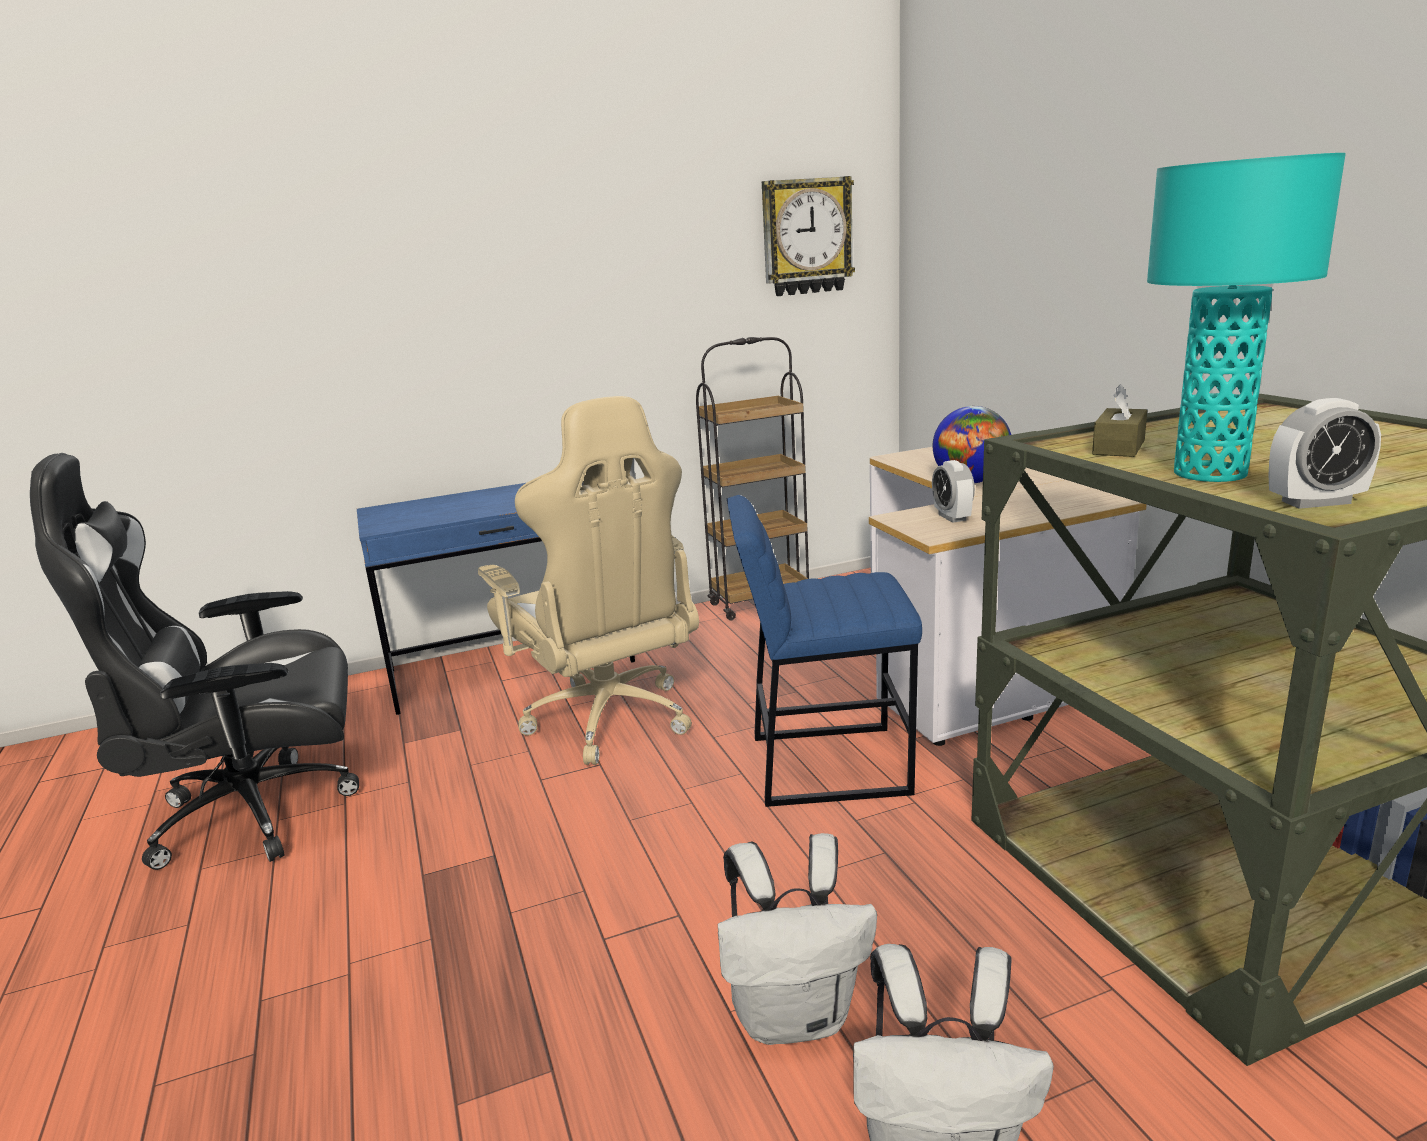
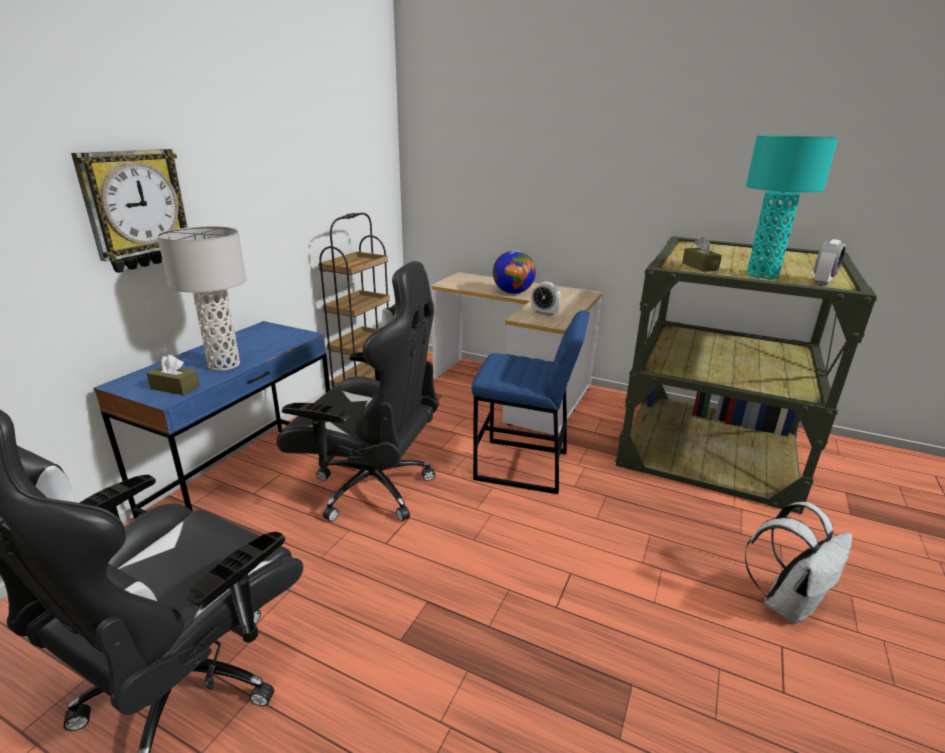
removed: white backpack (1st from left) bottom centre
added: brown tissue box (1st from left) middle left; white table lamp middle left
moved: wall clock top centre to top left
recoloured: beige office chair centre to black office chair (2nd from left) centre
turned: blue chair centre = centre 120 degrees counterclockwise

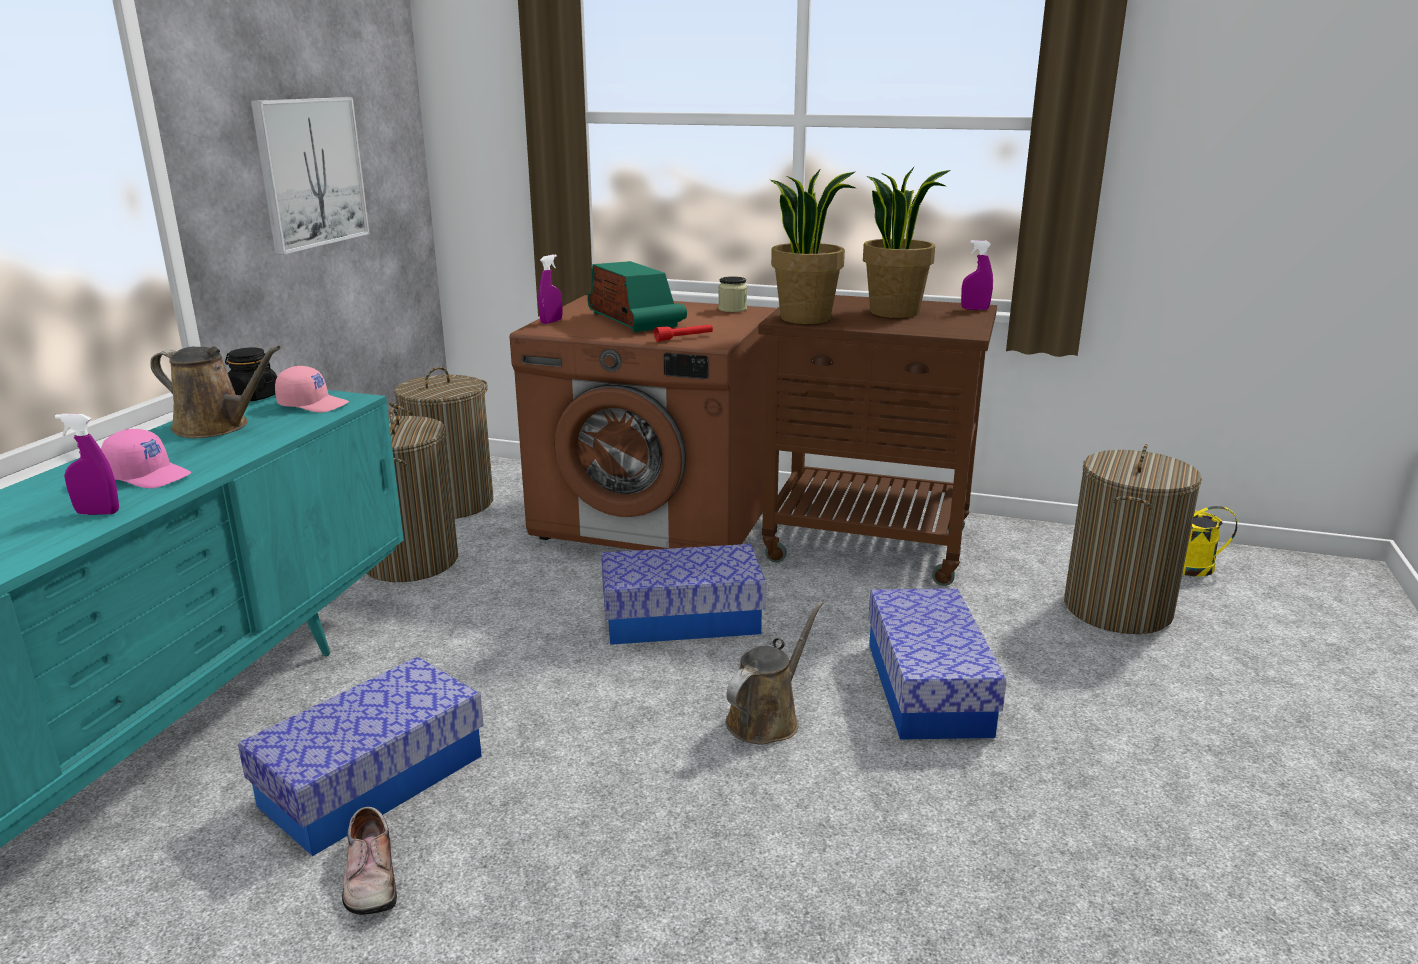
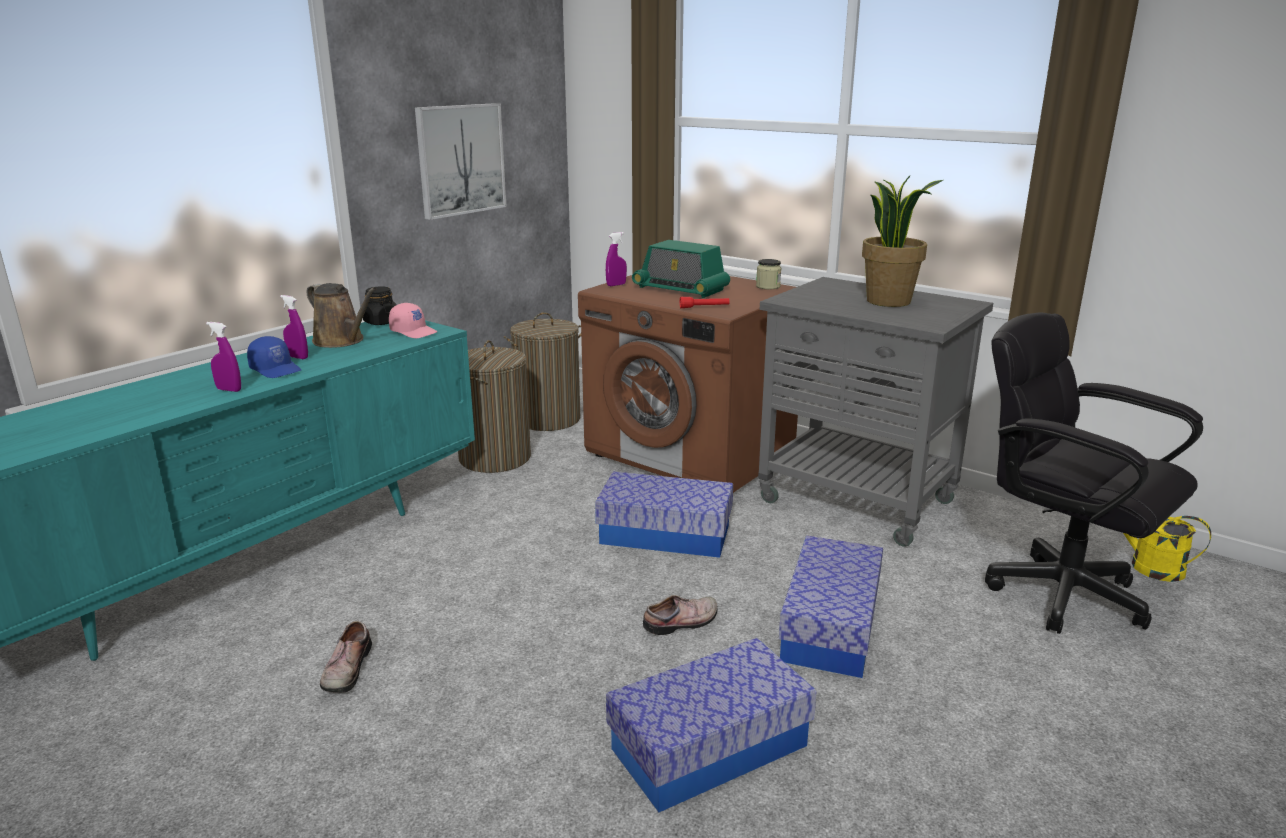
removed: potted plant (1st from left) top centre
moved: storage box (1st from left in the first image) bottom left to storage box (2nd from left) bottom centre; purple spray bottle (3rd from left in the first image) top right to purple spray bottle (2nd from left) middle left
replaced: brown watering can (2nd from left) bottom centre to shoe (2nd from left) bottom centre; laundry basket (3rd from left) middle right to black office chair middle right
recoloured: pink cap (1st from left) middle left to blue cap middle left; brown cart centre to grey cart middle right
turned: radio top centre = top centre 135 degrees clockwise

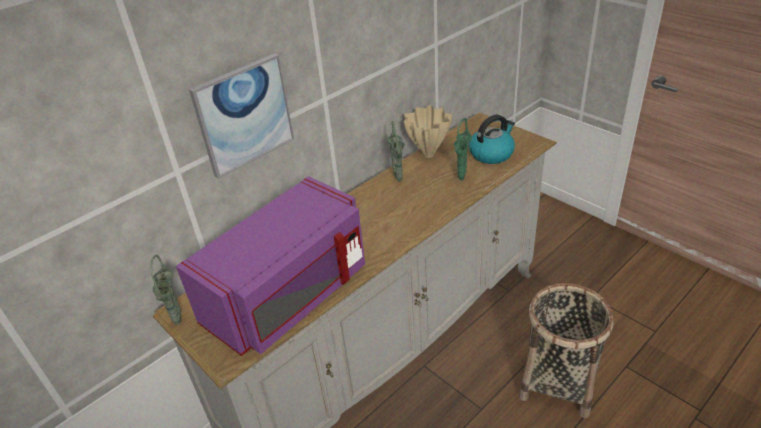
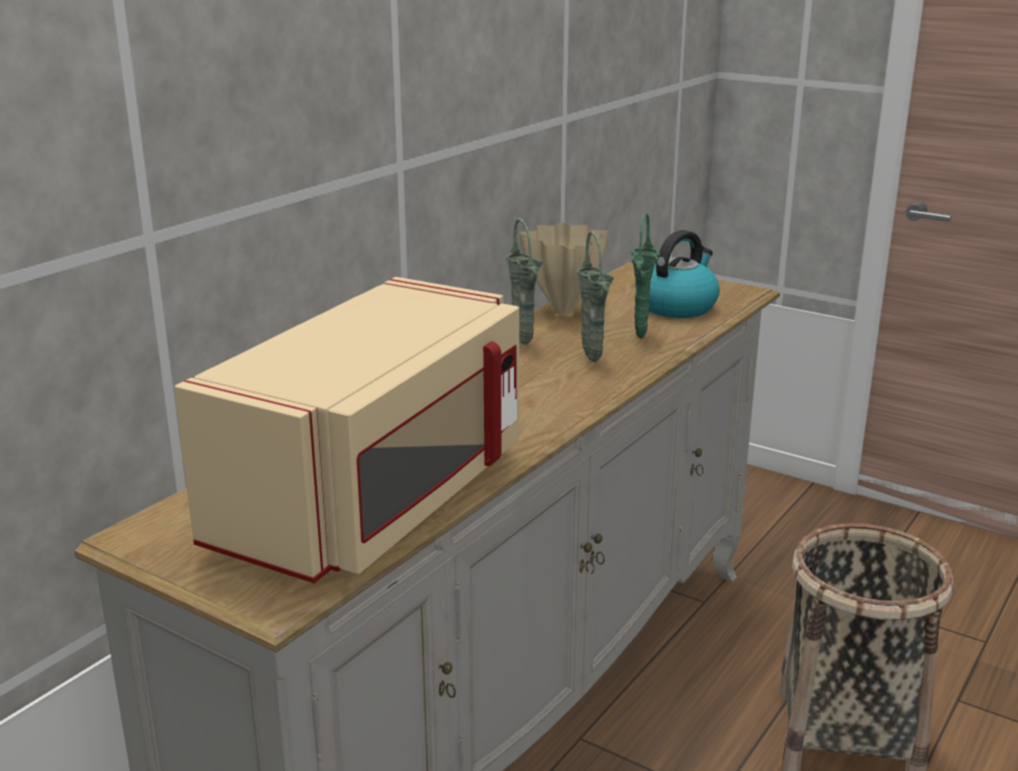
removed: picture top left
moved: green vase (1st from left in the first image) bottom left to green vase (2nd from left) centre
recoloured: purple microwave centre to beige microwave centre

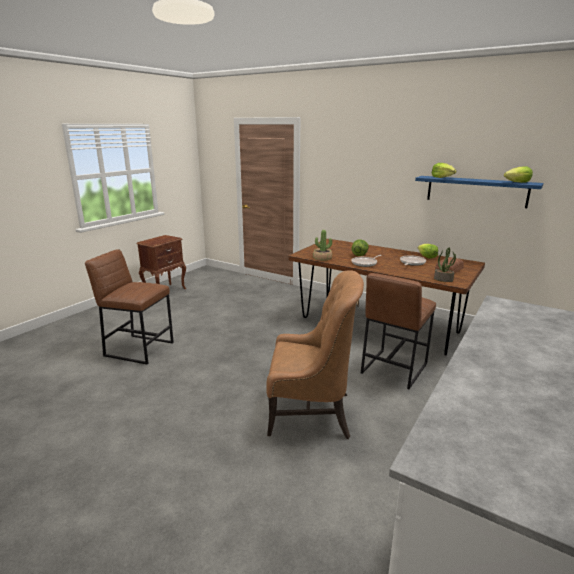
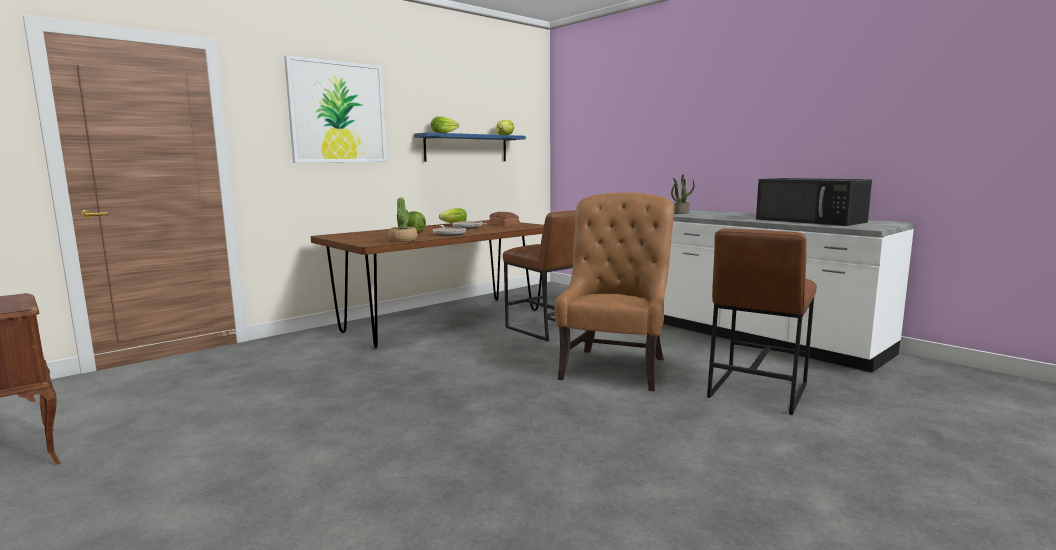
added: picture top left; black microwave middle right
moved: brown chair (1st from left in the first image) middle left to brown chair (3rd from left) middle right; potted plant (2nd from left) middle right to centre

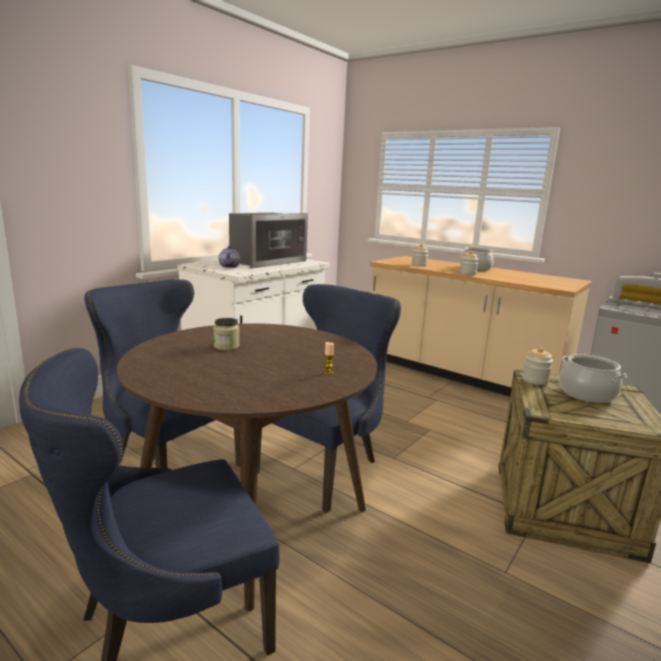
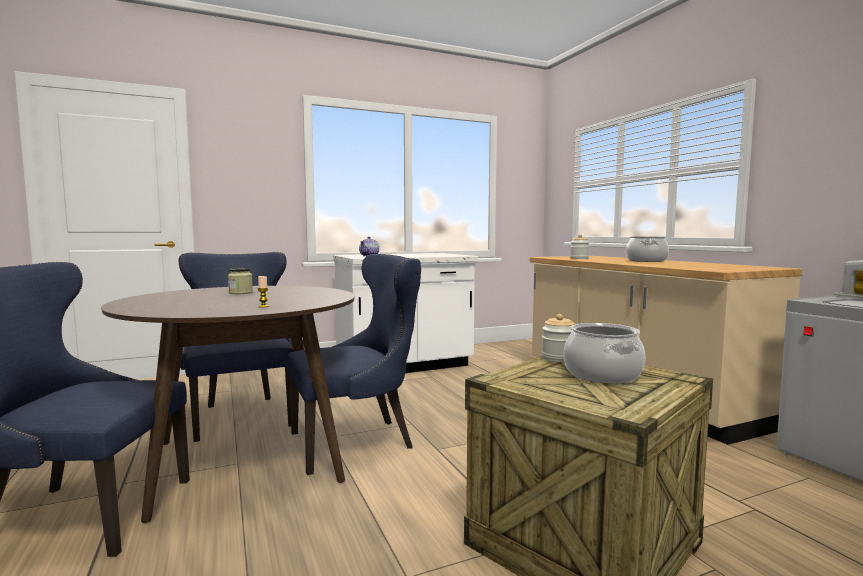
removed: microwave centre; jar (3rd from left) middle right

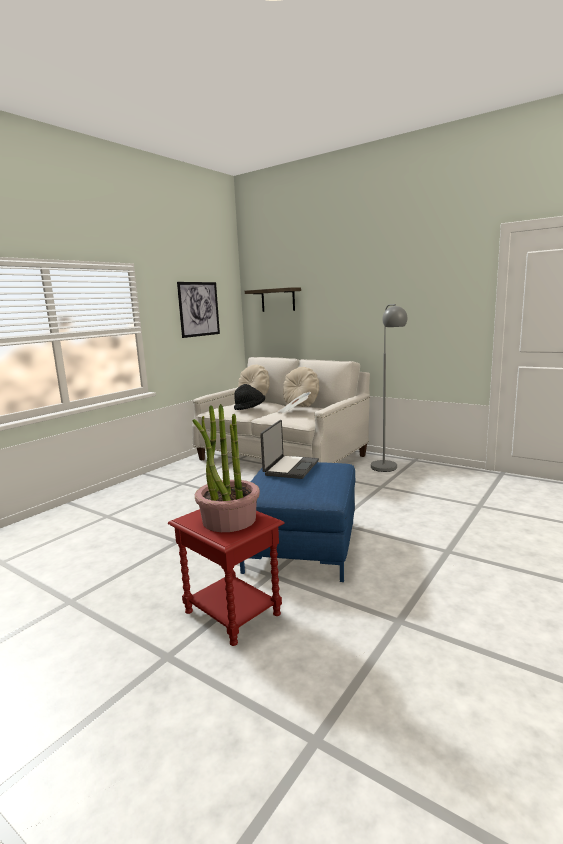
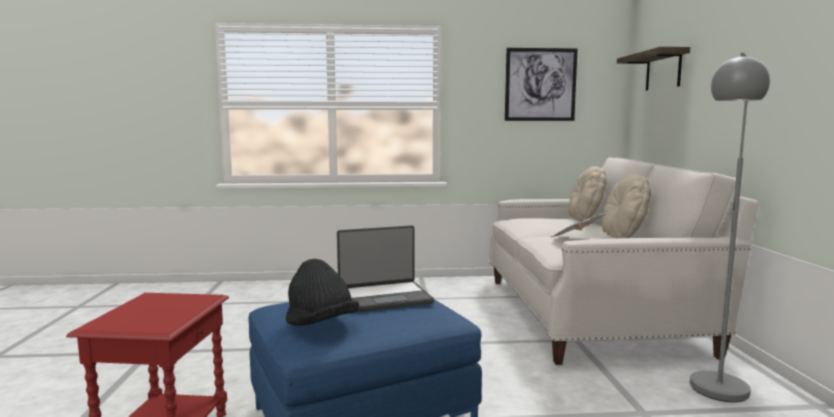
removed: potted plant centre
moved: black hat centre to bottom centre

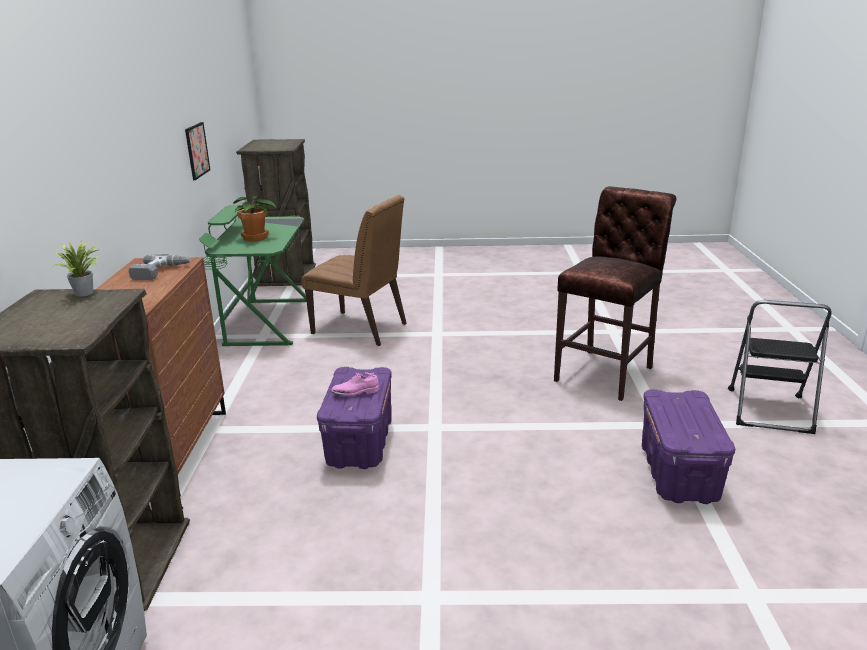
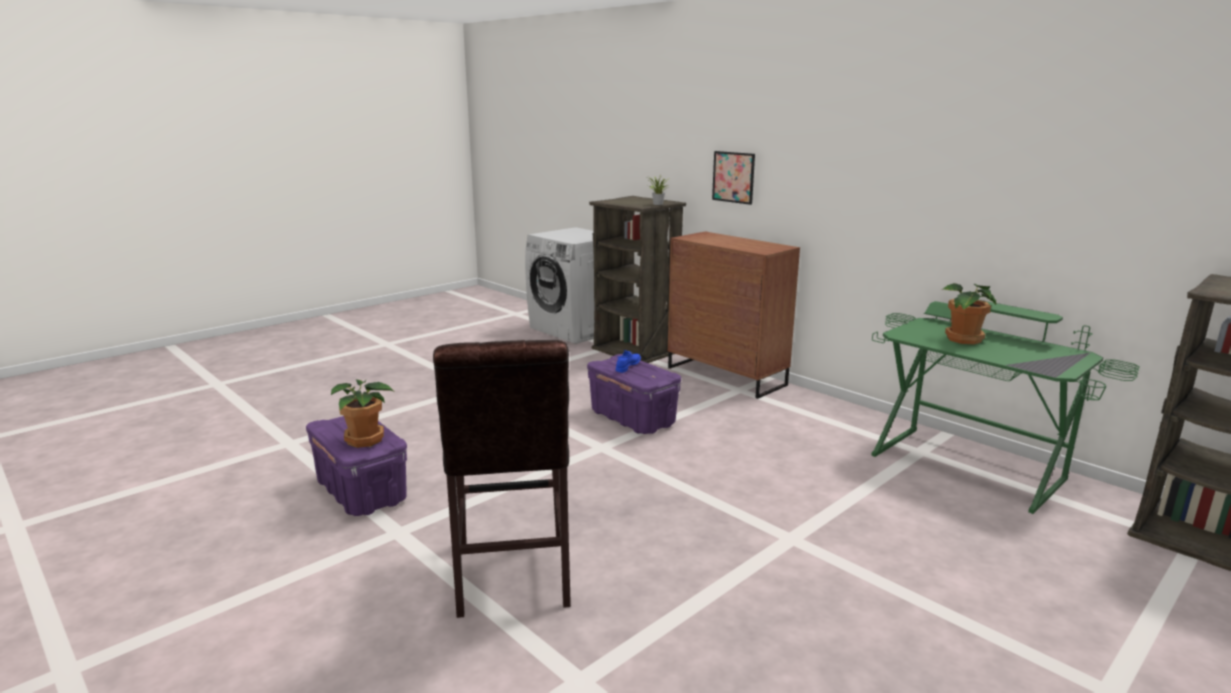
removed: power drill middle left; brown chair centre; black step ladder middle right
added: potted plant (1st from left) middle left
moved: picture top left to top centre
recoloured: pink shoe centre to blue shoe centre

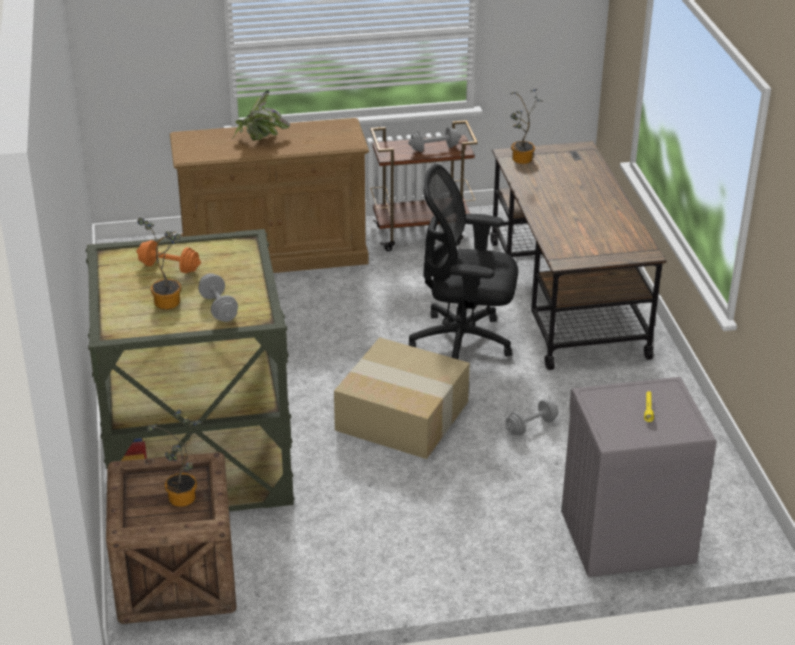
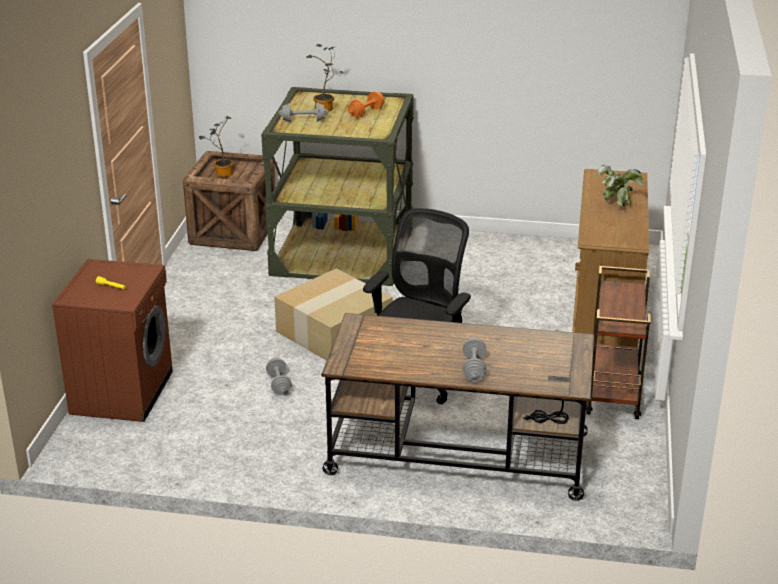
removed: potted plant (4th from left) top centre
moved: grey dumbbell (2nd from left in the first image) top centre to grey dumbbell (3rd from left) centre
recoloured: grey washing machine bottom right to brown washing machine middle left

